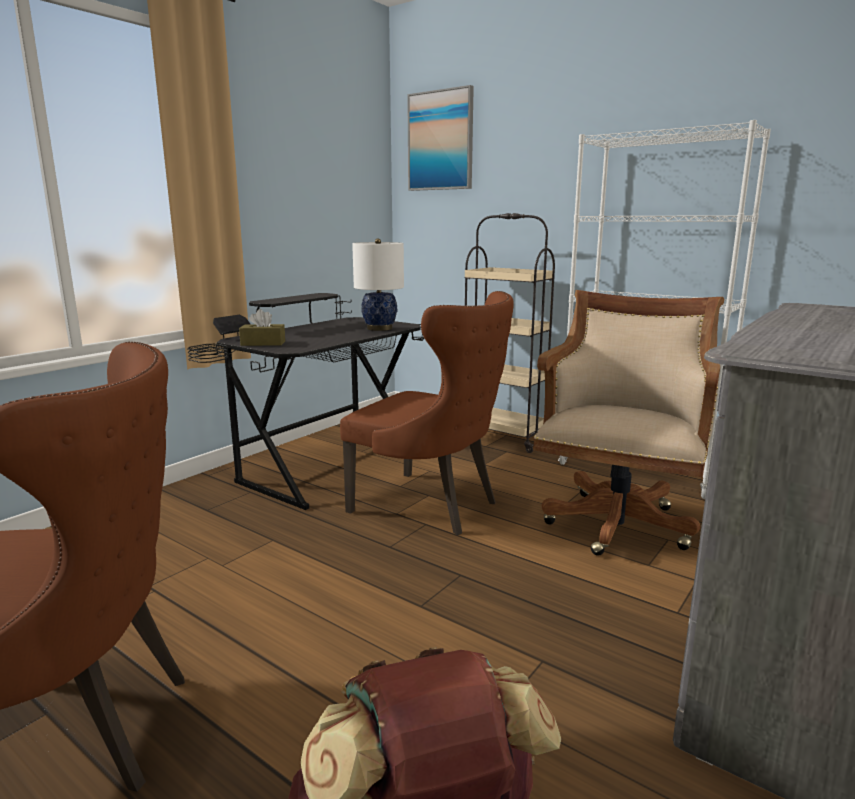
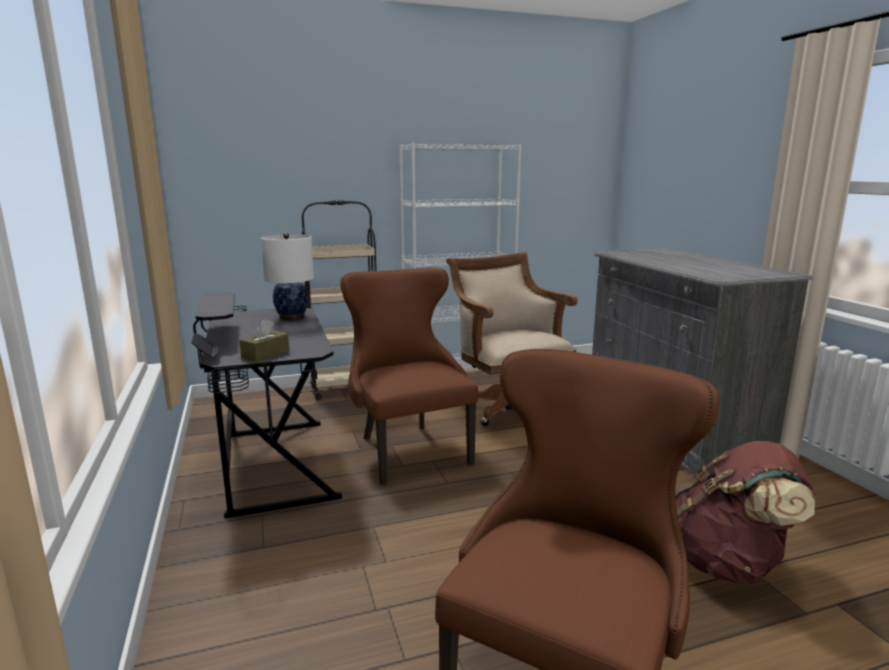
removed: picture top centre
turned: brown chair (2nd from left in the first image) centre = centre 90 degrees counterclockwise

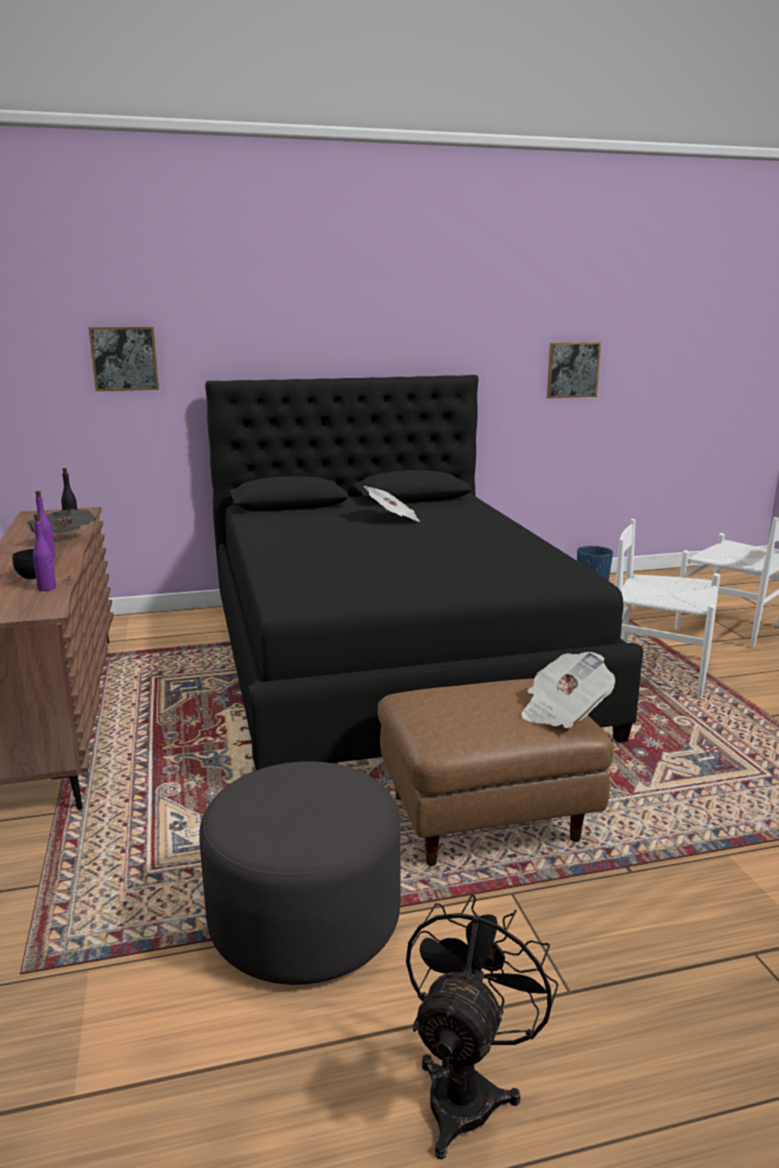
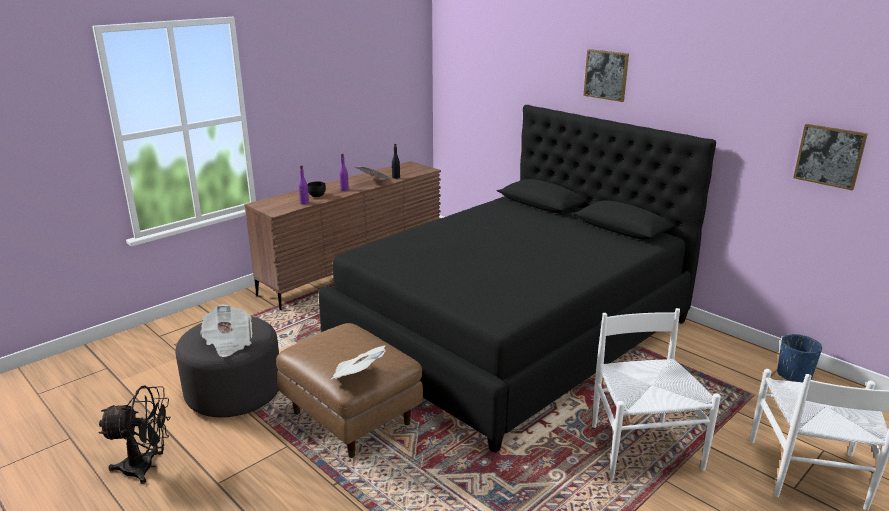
moved: picture (1st from left) top left to top right; newspaper (2nd from left in the first image) centre to newspaper (1st from left) middle left

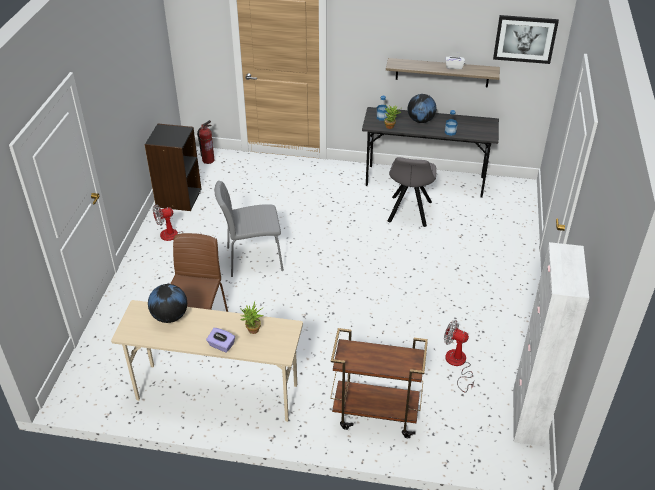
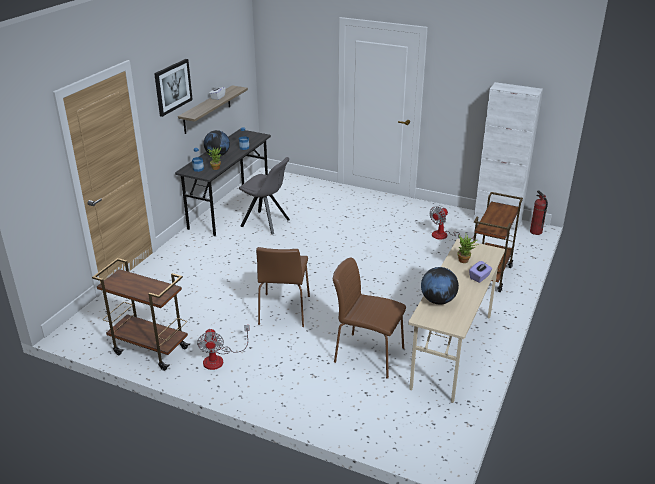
moved: fire extinguisher top left to middle right; picture top right to top left
replaced: black bookcase middle left to brown cart (1st from left) middle left
recoloured: grey chair (1st from left) centre to brown chair (1st from left) centre

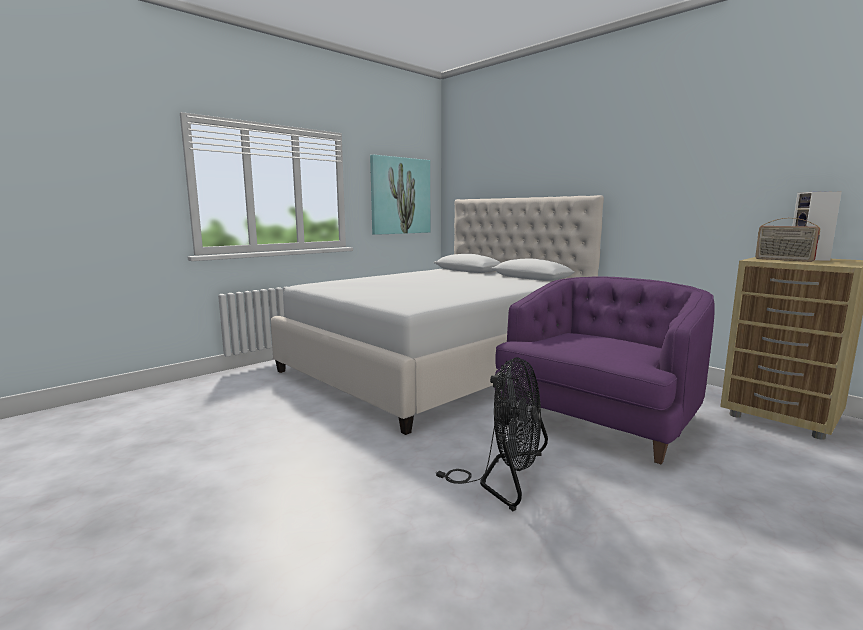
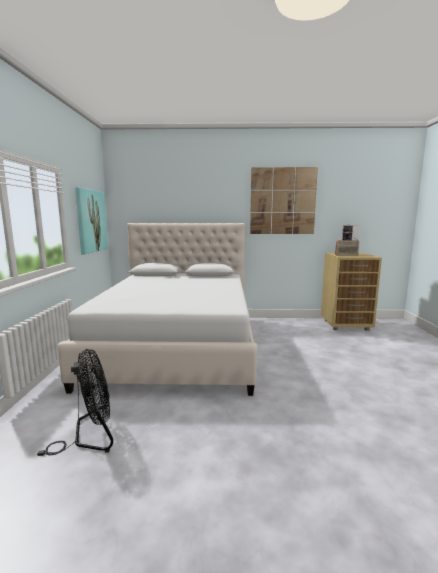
removed: purple armchair middle right
added: picture (2nd from left) centre
moved: black fan bottom centre to bottom left

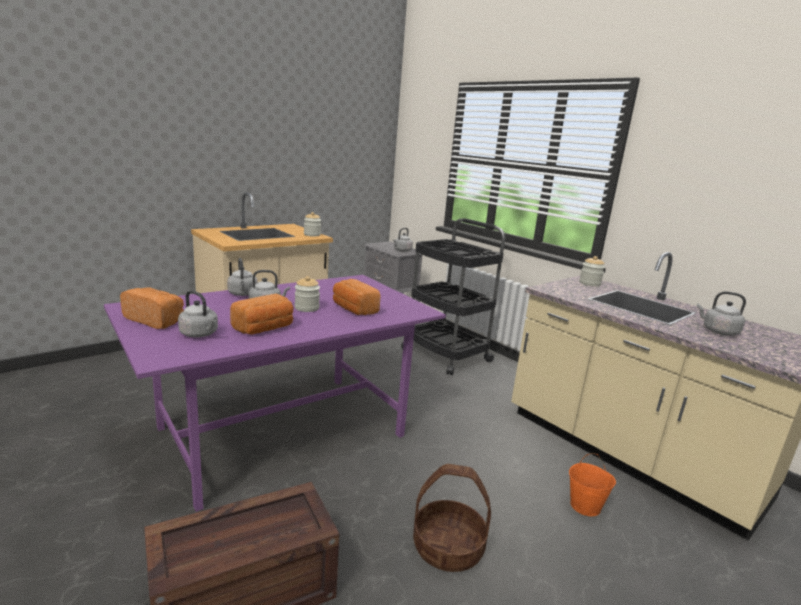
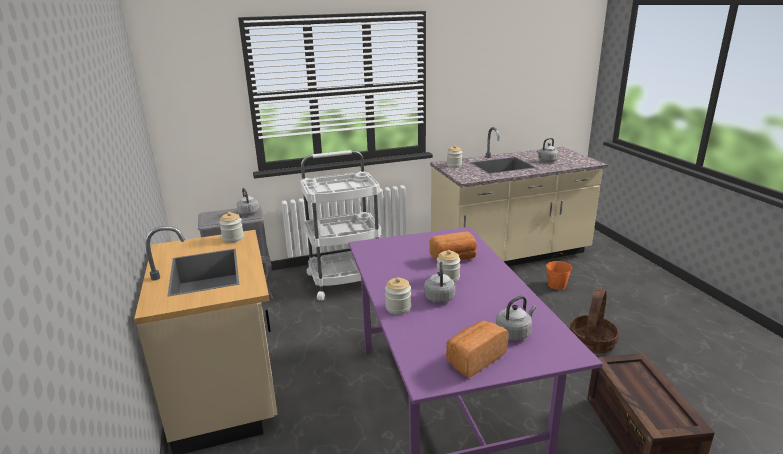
removed: bread (2nd from left) middle left
replaced: grey kettle (2nd from left) middle left to jar (2nd from left) centre
recoloured: black cart centre to white cart centre

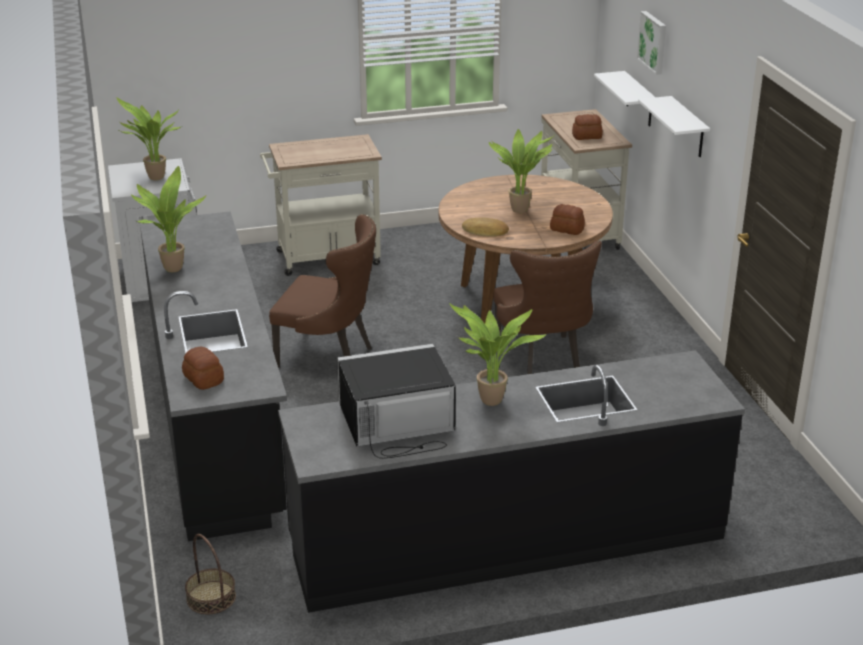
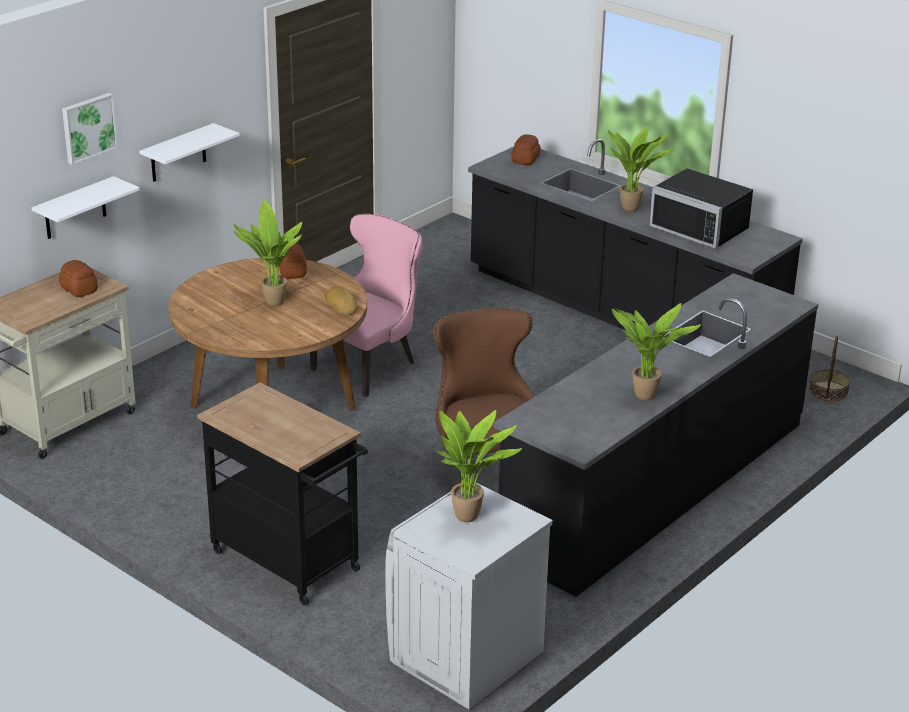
moved: bread (1st from left in the first image) middle left to bread (4th from left) top centre
recoloured: beige cart (1st from left) top centre to black cart bottom left; brown chair (2nd from left) centre to pink chair centre

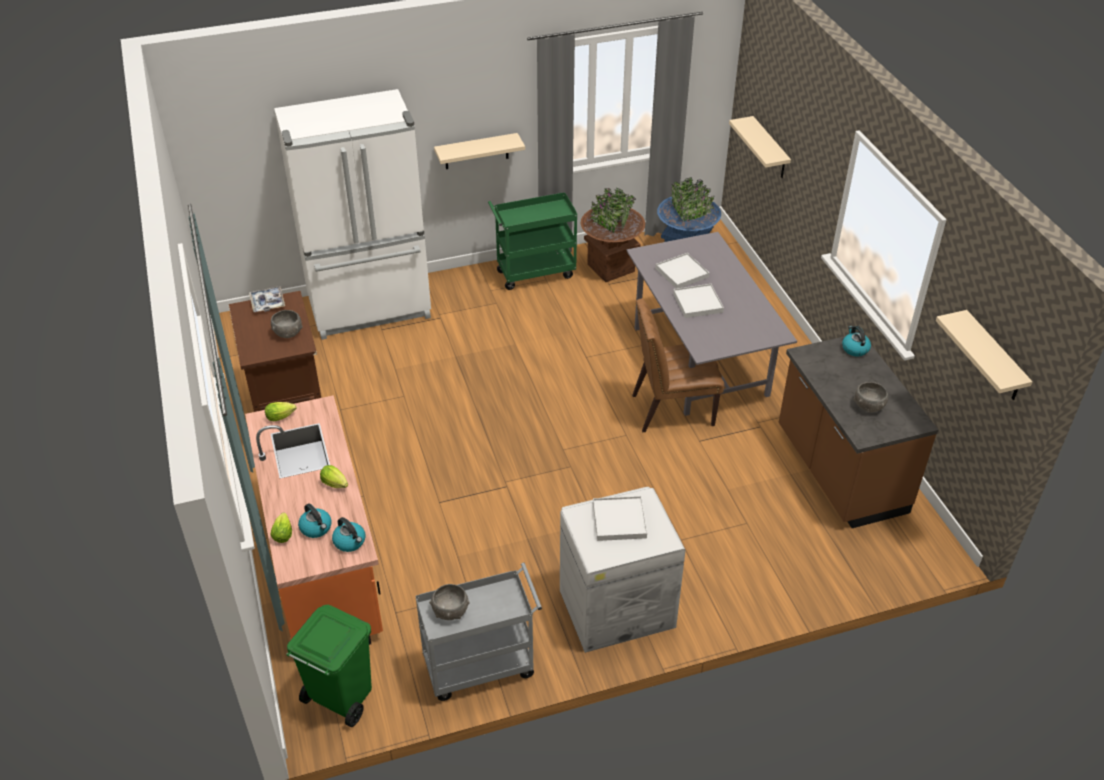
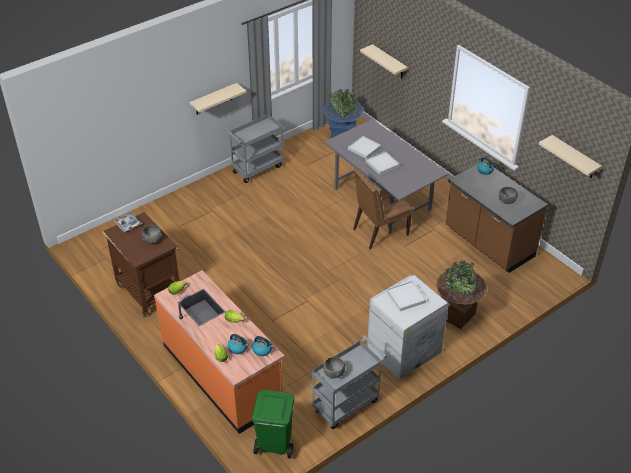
removed: white fridge top left
moved: brown planter top centre to middle right
recoloured: green cart top centre to grey cart (1st from left) top centre

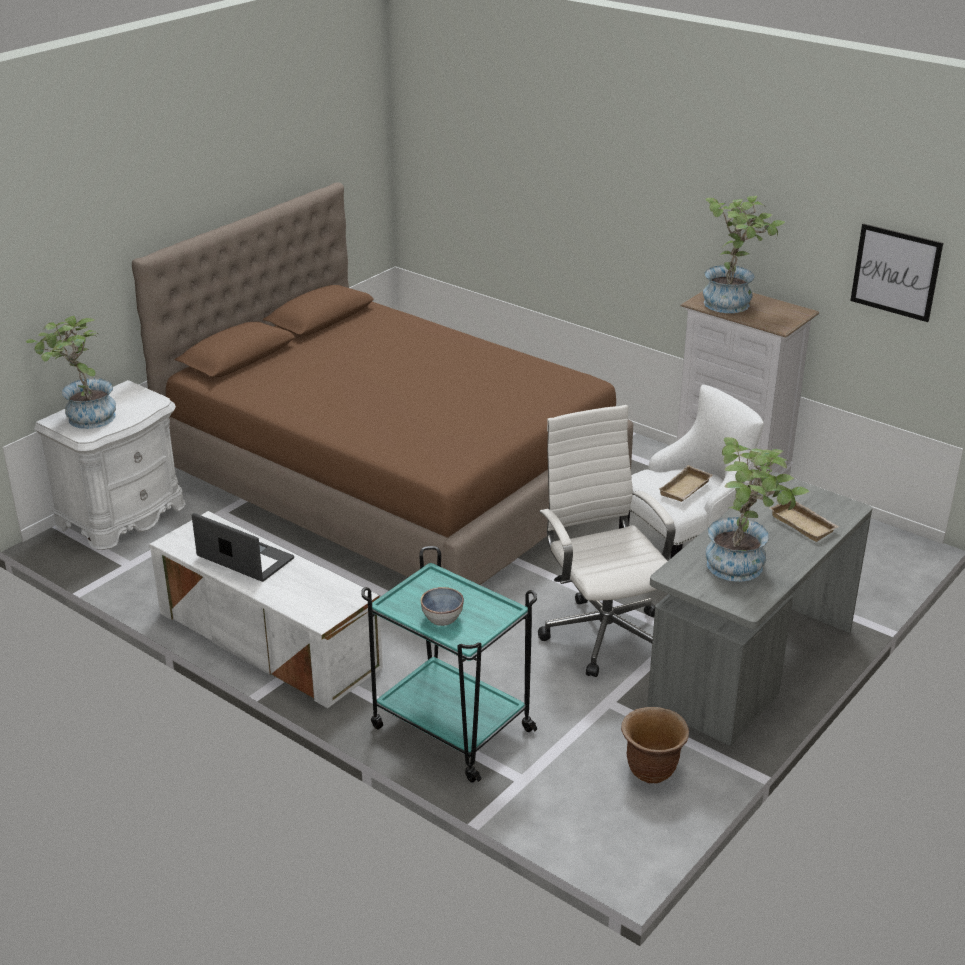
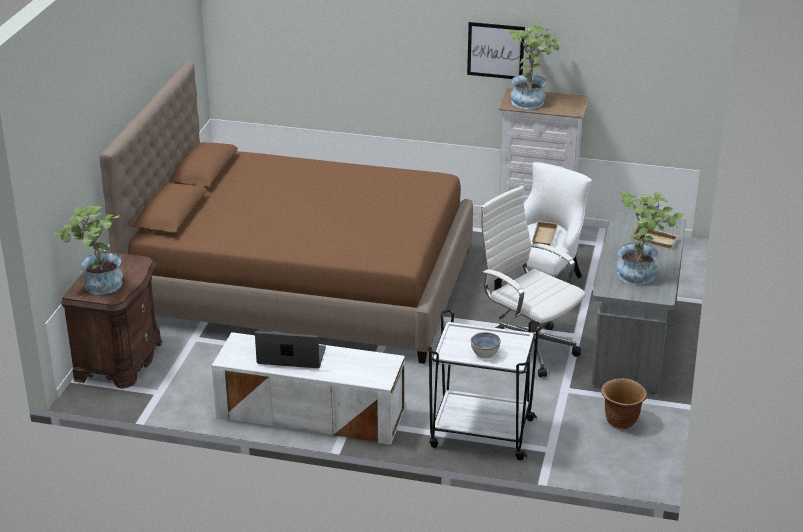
moved: picture top right to top centre
recoloured: white nightstand middle left to brown nightstand middle left; turquoise cart bottom centre to white cart bottom centre

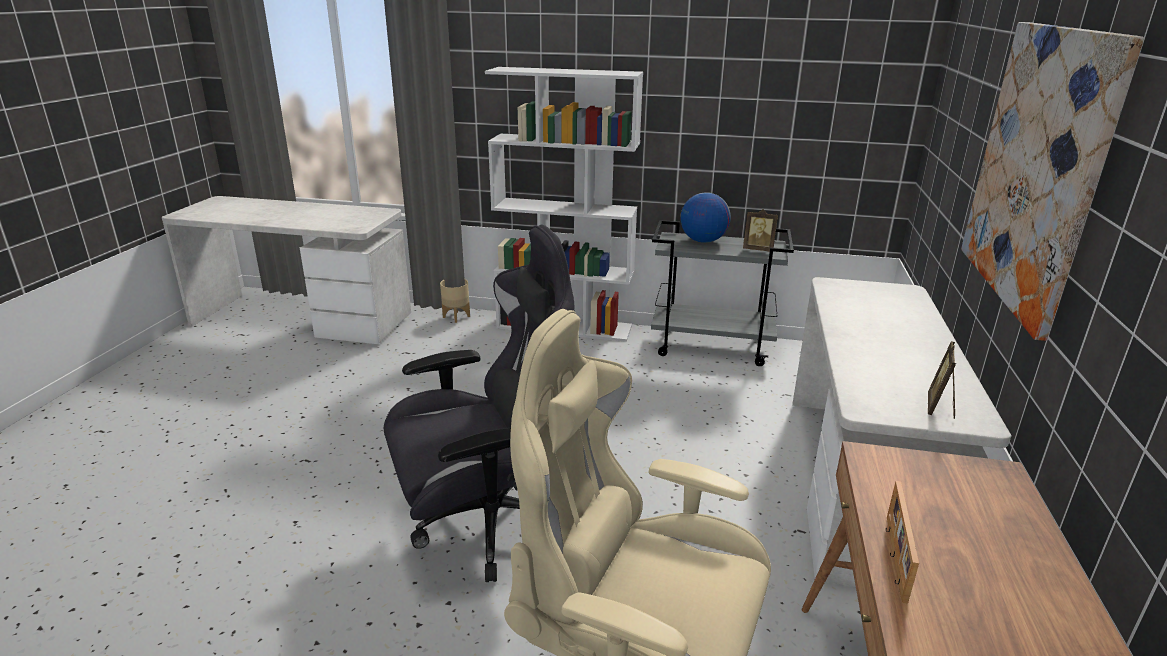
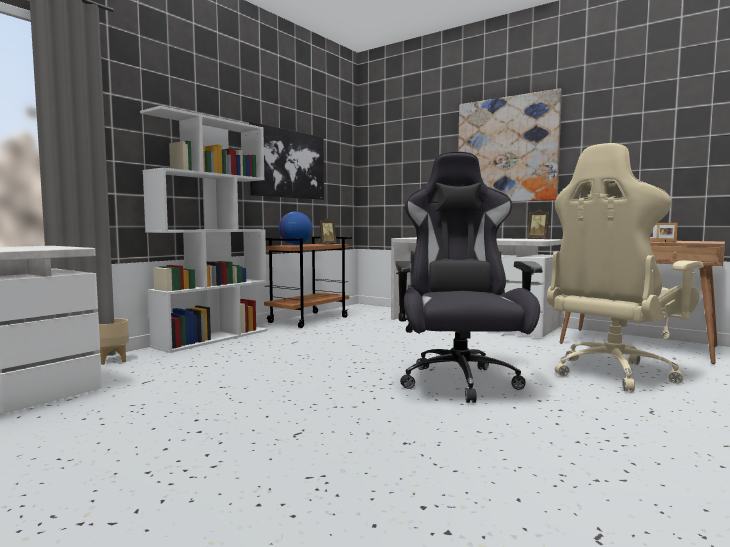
added: picture (1st from left) top centre
recoloured: grey cart centre to brown cart centre

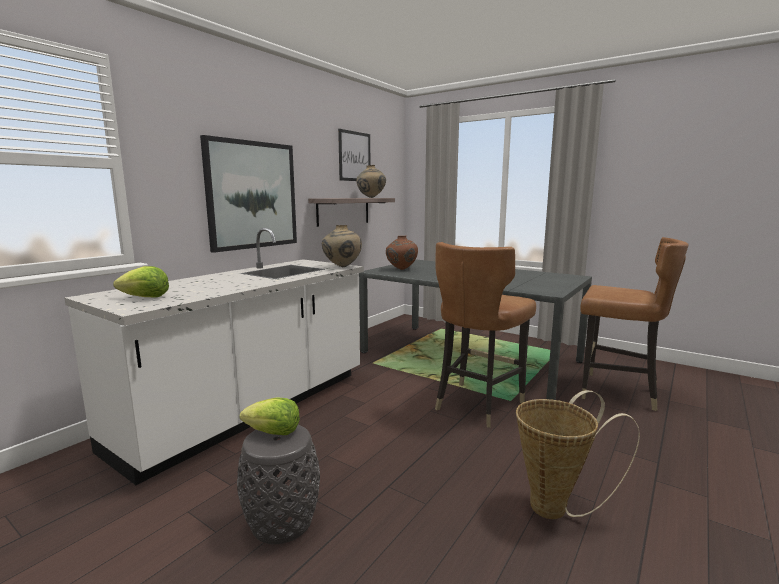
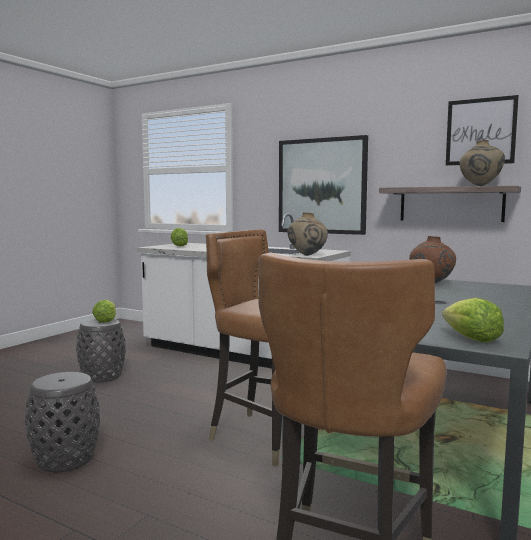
added: lettuce (3rd from left) middle right
replaced: basket bottom right to grey stool (1st from left) bottom left

